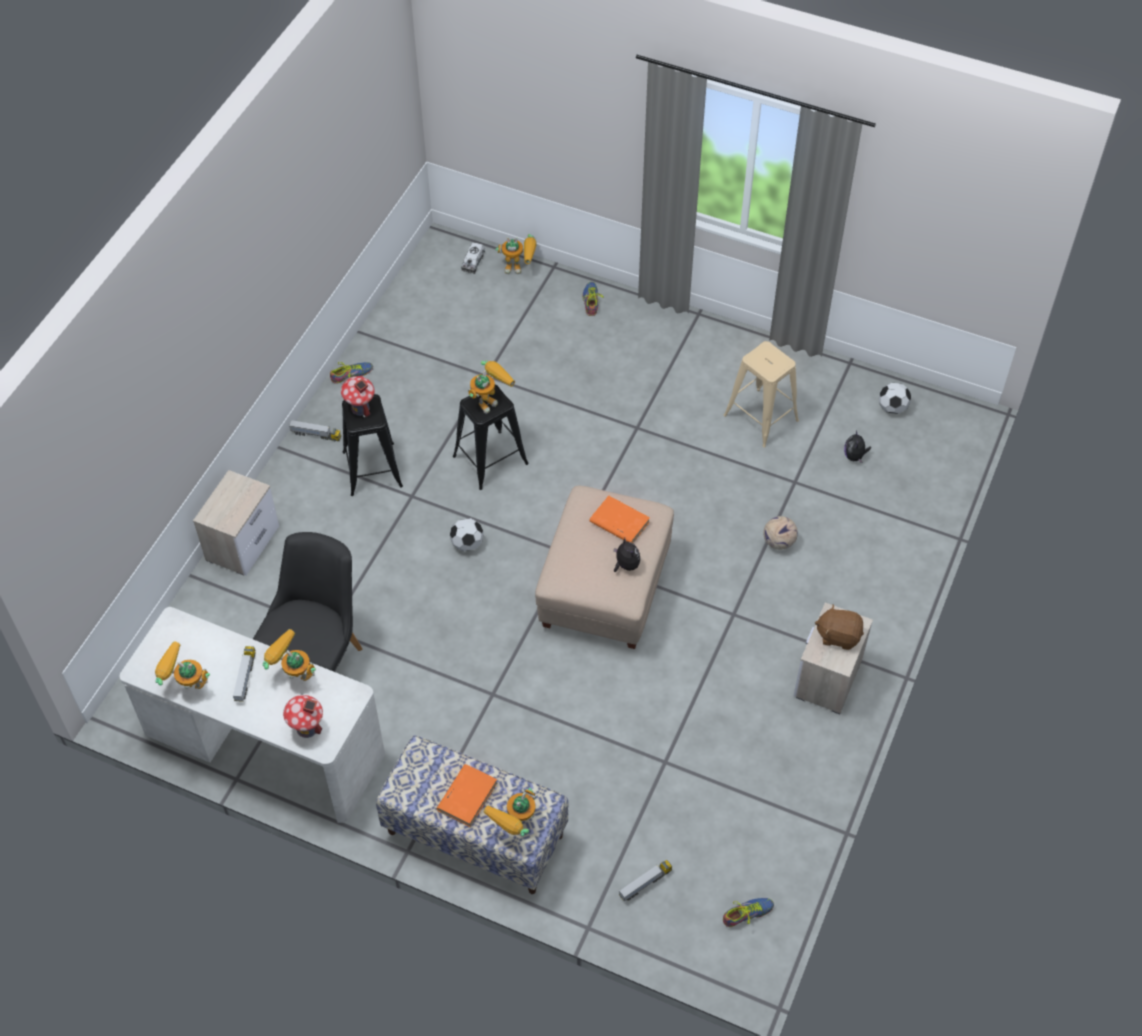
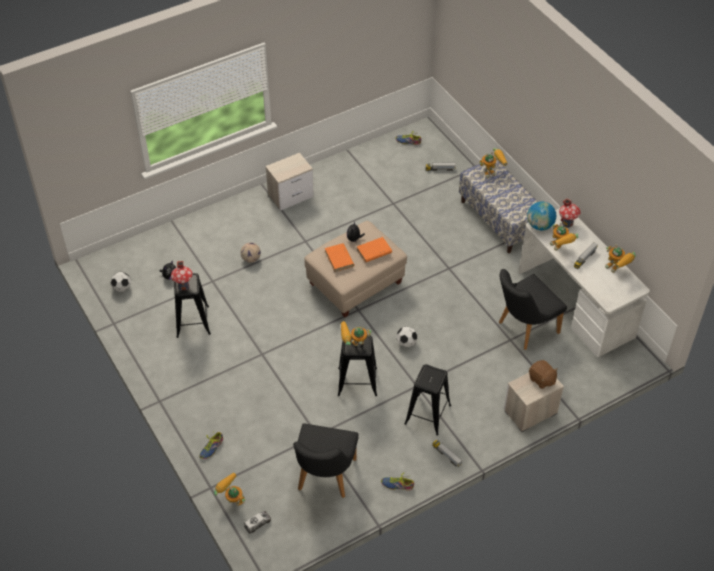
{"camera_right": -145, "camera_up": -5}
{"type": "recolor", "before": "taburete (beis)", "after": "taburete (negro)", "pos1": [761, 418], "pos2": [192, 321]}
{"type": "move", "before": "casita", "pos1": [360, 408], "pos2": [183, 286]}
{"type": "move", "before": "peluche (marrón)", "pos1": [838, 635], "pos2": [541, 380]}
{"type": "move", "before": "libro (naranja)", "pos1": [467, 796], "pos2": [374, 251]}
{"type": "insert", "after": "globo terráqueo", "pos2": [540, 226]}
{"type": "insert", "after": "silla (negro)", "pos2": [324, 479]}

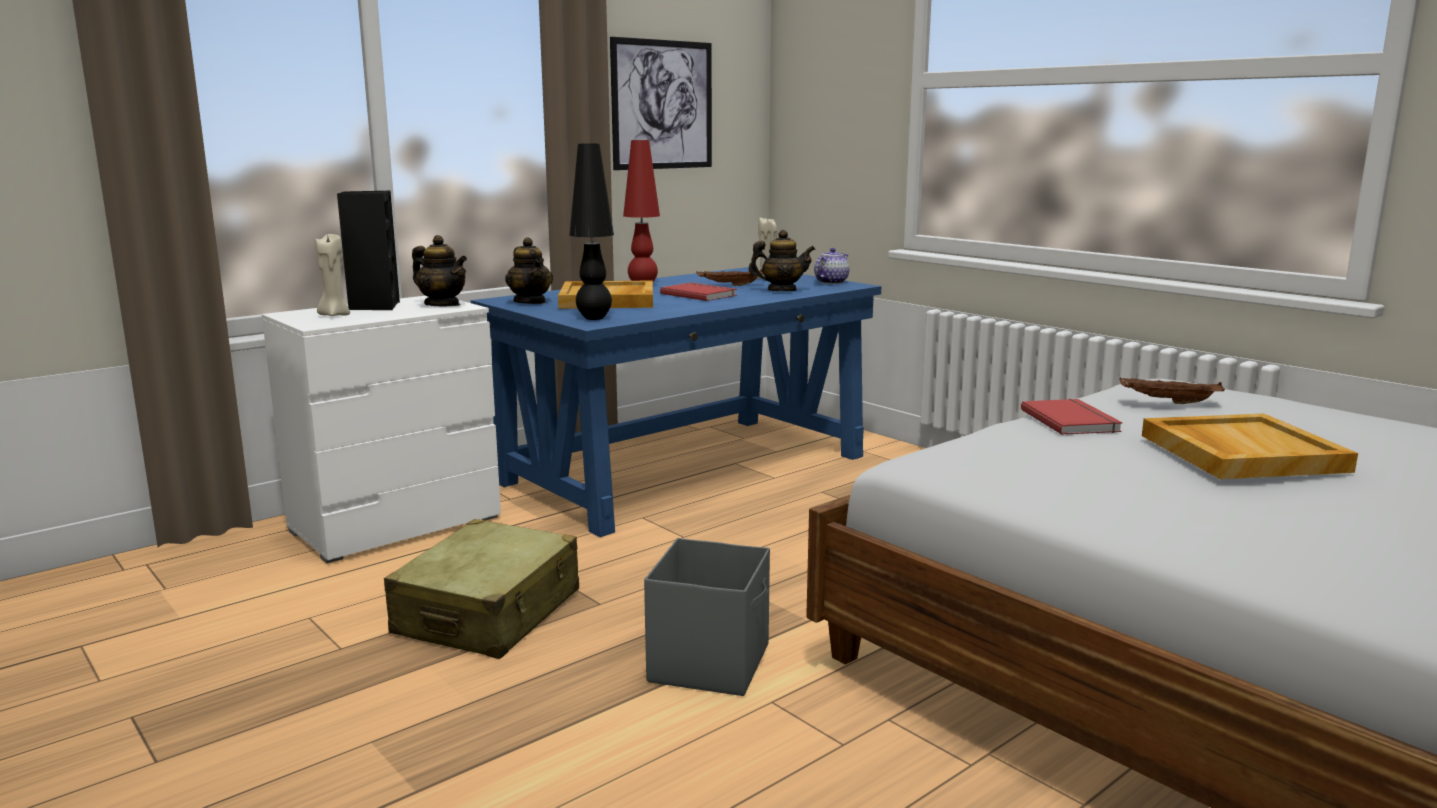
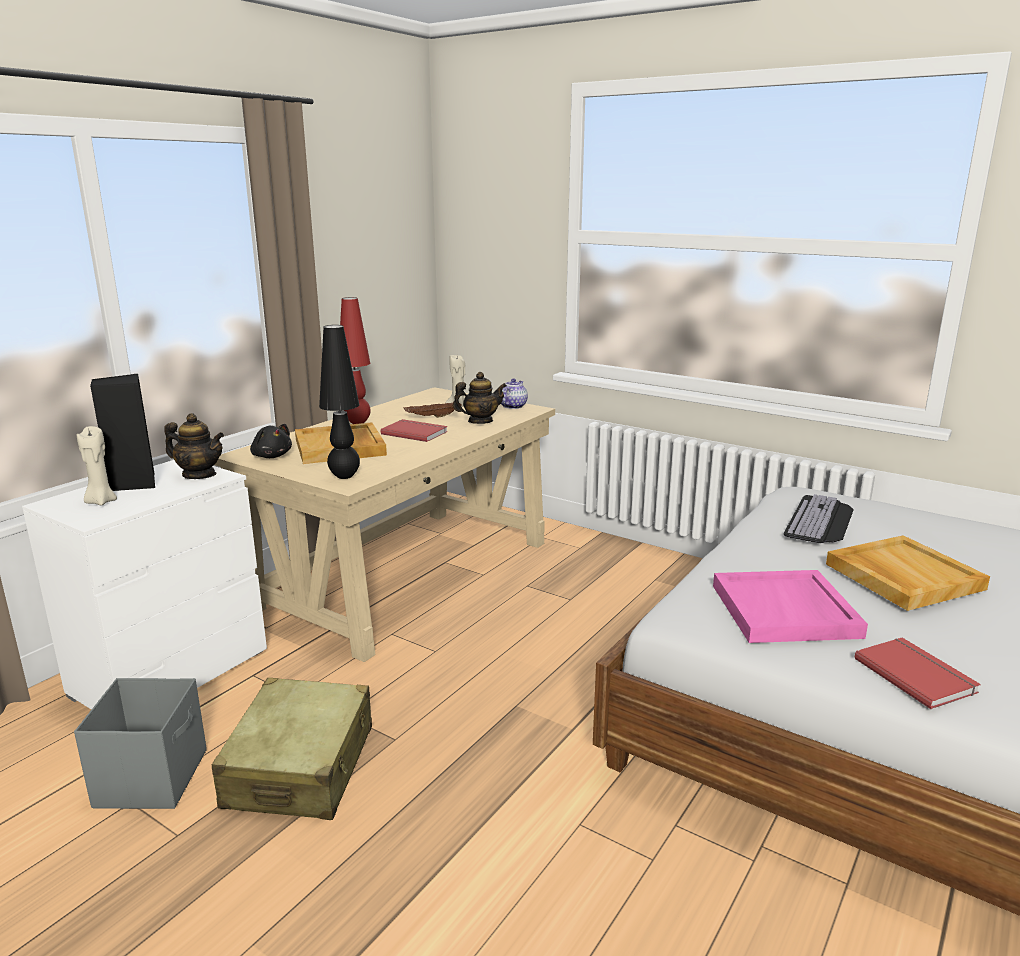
{"camera_right": -15, "camera_up": 5}
{"type": "delete", "before": "cuadro", "pos1": [662, 105]}
{"type": "replace", "before": "tetera", "after": "peluche (negro)", "pos1": [530, 302], "pos2": [271, 456]}
{"type": "recolor", "before": "escritorio (azul)", "after": "escritorio (beis)", "pos1": [685, 469], "pos2": [406, 574]}
{"type": "replace", "before": "bandeja (marrón)", "after": "teclado", "pos1": [1168, 402], "pos2": [821, 521]}
{"type": "move", "before": "libro (rojo)", "pos1": [1072, 420], "pos2": [916, 674]}
{"type": "move", "before": "caja de almacenaje (gris)", "pos1": [711, 663], "pos2": [153, 777]}
{"type": "insert", "after": "bandeja (rosa)", "pos2": [786, 611]}

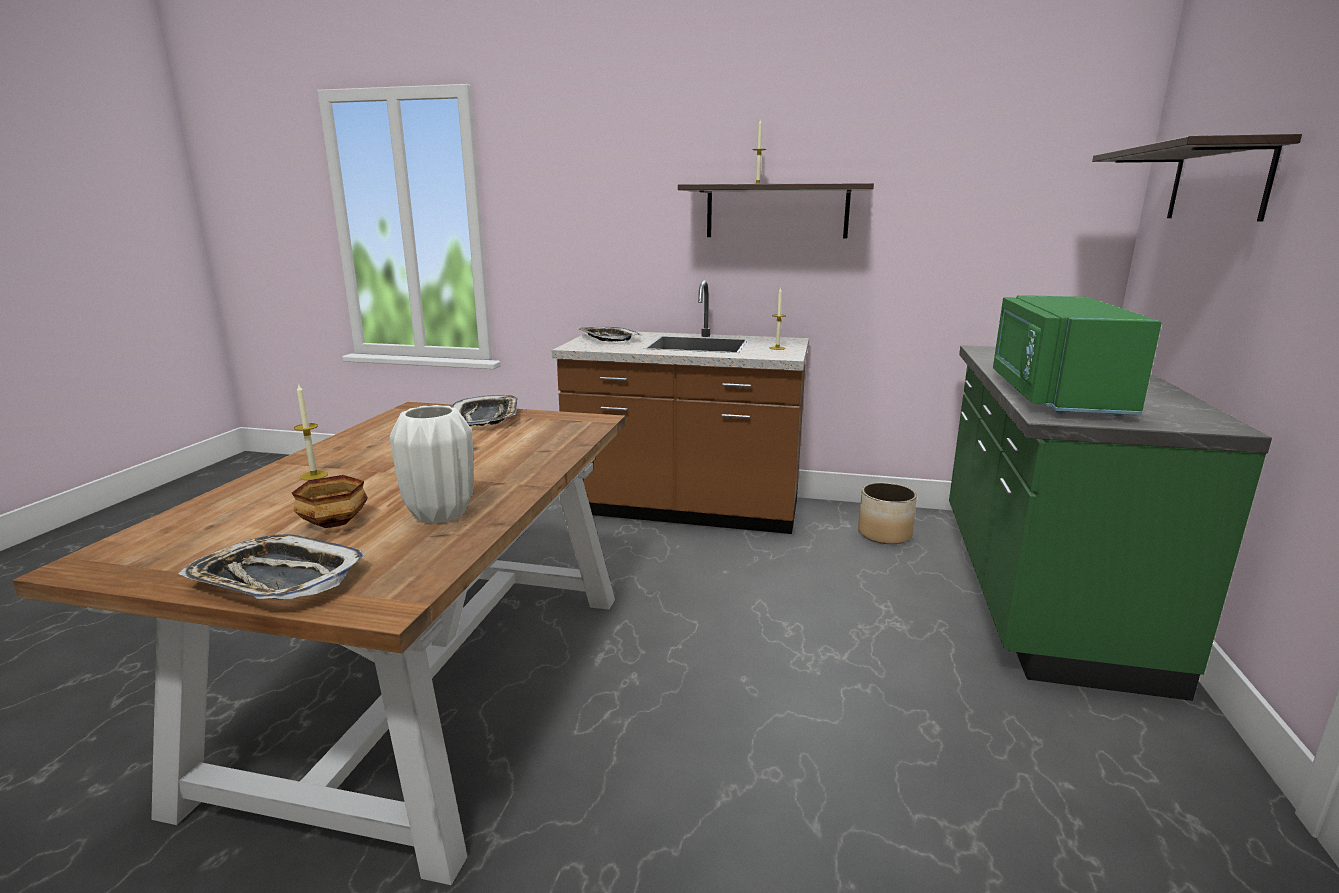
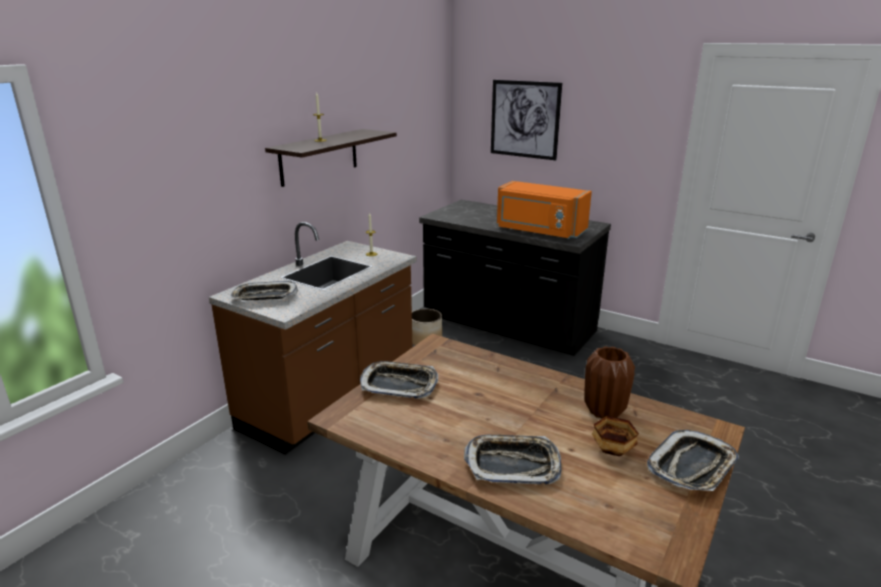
{"camera_right": -70, "camera_up": 5}
{"type": "replace", "before": "estante", "after": "cuadro", "pos1": [1218, 183], "pos2": [524, 119]}
{"type": "recolor", "before": "microondas (verde)", "after": "microondas (naranja)", "pos1": [1053, 395], "pos2": [539, 231]}
{"type": "recolor", "before": "mueble bajo de cocina (verde)", "after": "mueble bajo de cocina (negro)", "pos1": [1038, 590], "pos2": [508, 325]}
{"type": "replace", "before": "vela", "after": "bandeja", "pos1": [314, 475], "pos2": [513, 464]}
{"type": "recolor", "before": "florero (blanco)", "after": "florero (marrón)", "pos1": [440, 514], "pos2": [603, 411]}

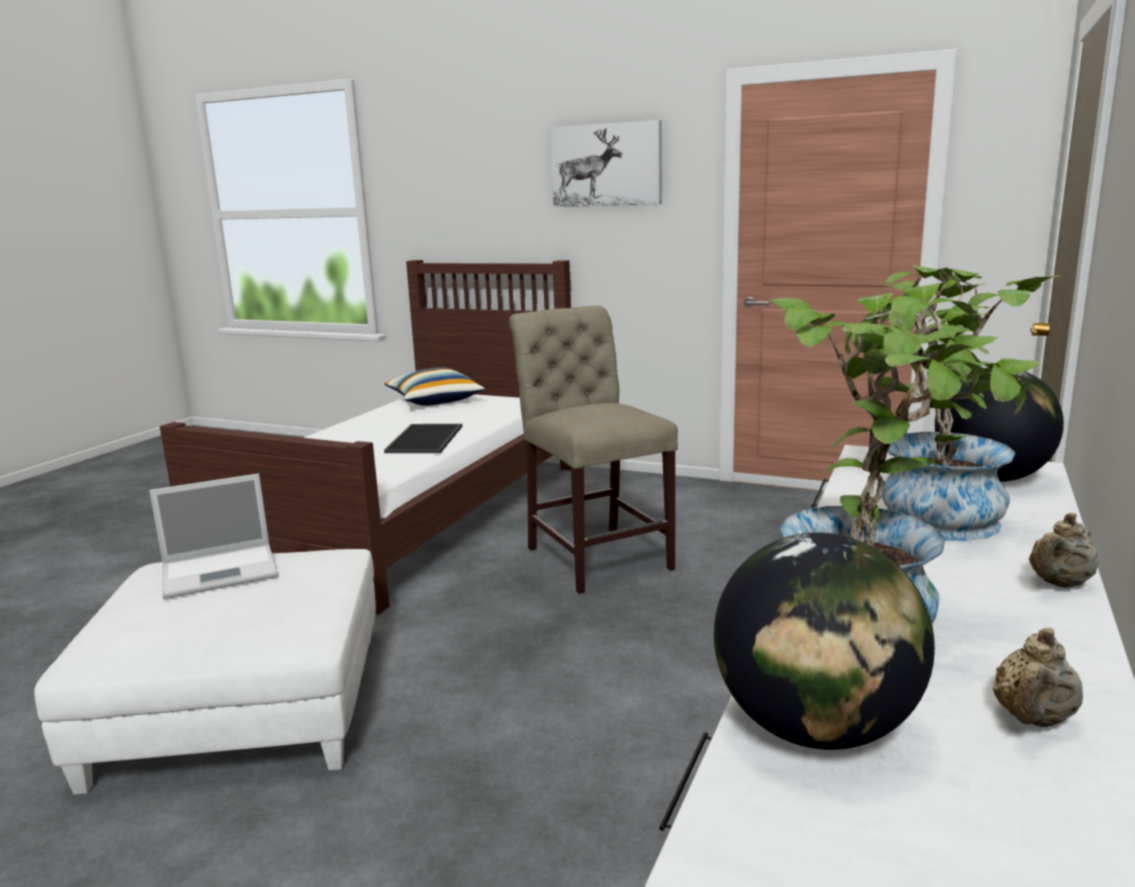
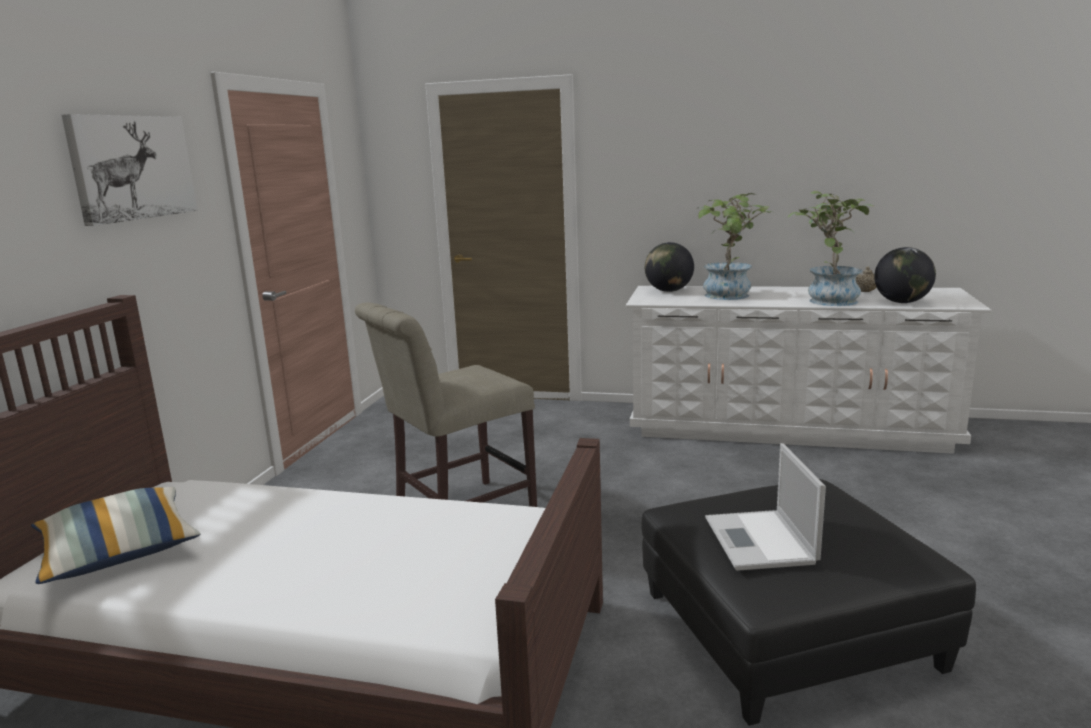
{"camera_right": -100, "camera_up": 0}
{"type": "delete", "before": "bandeja", "pos1": [426, 439]}
{"type": "rotate", "before": "portátil", "pos1": [222, 571], "pos2": [761, 541], "turn": -150}
{"type": "delete", "before": "tetera (beis)", "pos1": [1059, 584]}
{"type": "recolor", "before": "puf (blanco)", "after": "puf (negro)", "pos1": [241, 707], "pos2": [789, 629]}

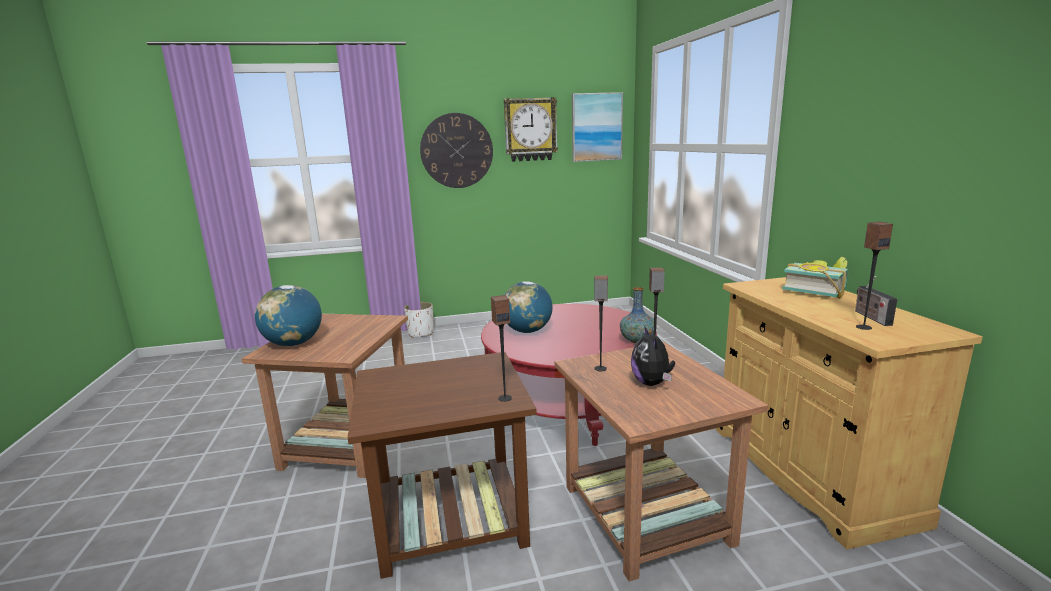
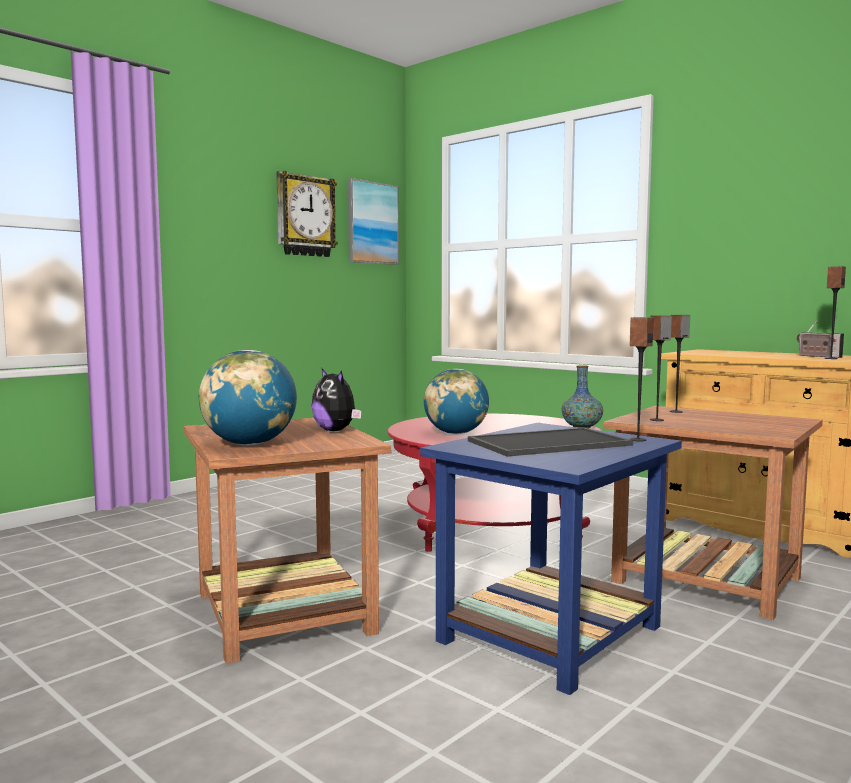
{"camera_right": -35, "camera_up": -10}
{"type": "delete", "before": "reloj de pared", "pos1": [456, 151]}
{"type": "delete", "before": "libro", "pos1": [815, 290]}
{"type": "delete", "before": "maceta (blanco)", "pos1": [421, 333]}
{"type": "move", "before": "peluche", "pos1": [652, 383], "pos2": [336, 430]}
{"type": "recolor", "before": "mesa auxiliar (marrón)", "after": "mesa auxiliar (azul)", "pos1": [448, 520], "pos2": [548, 634]}
{"type": "insert", "after": "bandeja", "pos2": [548, 443]}

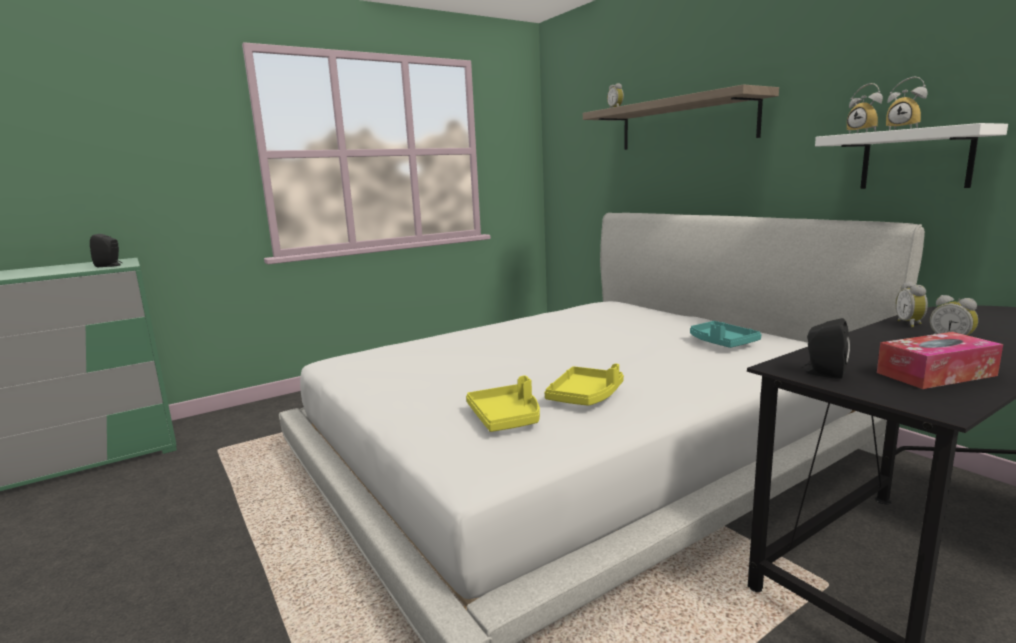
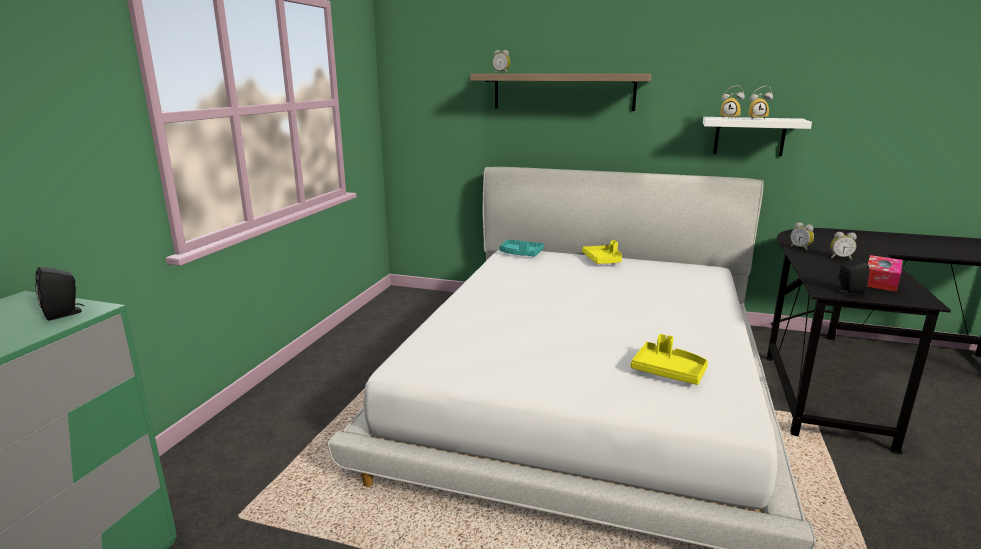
{"camera_right": -40, "camera_up": 5}
{"type": "move", "before": "bandeja (turquesa)", "pos1": [721, 343], "pos2": [521, 254]}
{"type": "move", "before": "bandeja (amarillo)", "pos1": [585, 396], "pos2": [603, 260]}

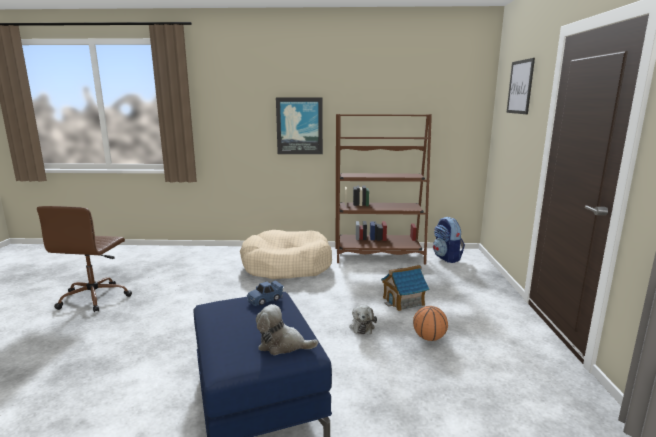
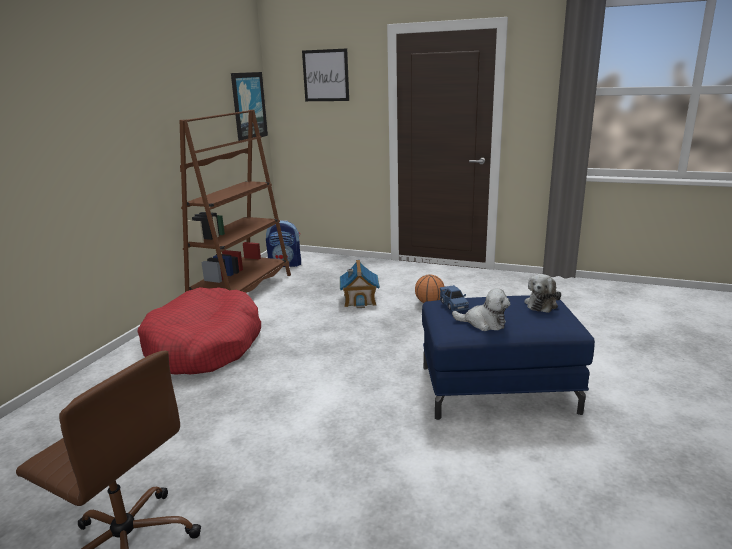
{"camera_right": -70, "camera_up": 5}
{"type": "move", "before": "cuadro", "pos1": [299, 126], "pos2": [248, 106]}
{"type": "recolor", "before": "cama para perro (beis)", "after": "cama para perro (rojo)", "pos1": [286, 266], "pos2": [204, 346]}
{"type": "move", "before": "peluche", "pos1": [362, 326], "pos2": [483, 323]}

